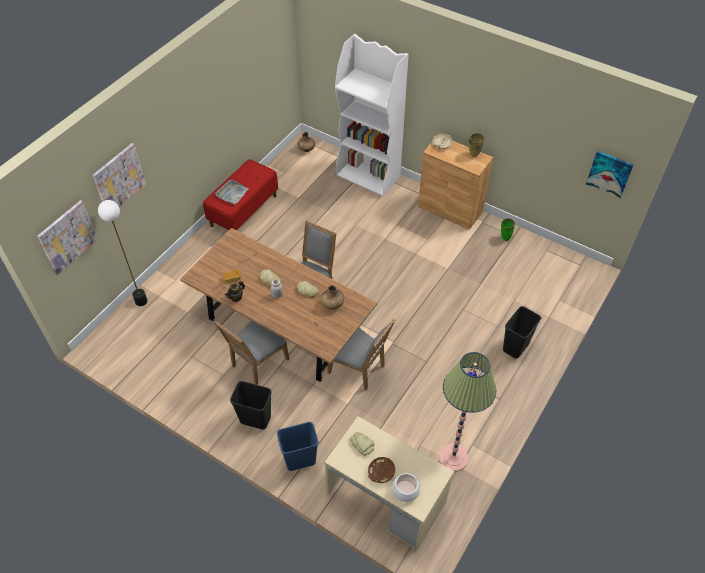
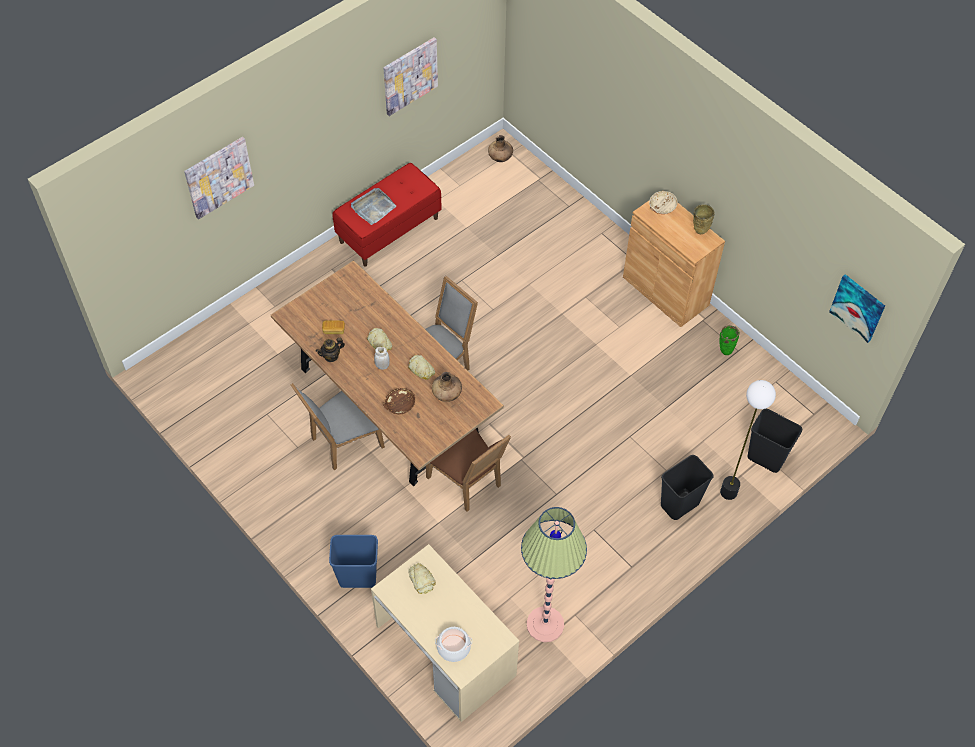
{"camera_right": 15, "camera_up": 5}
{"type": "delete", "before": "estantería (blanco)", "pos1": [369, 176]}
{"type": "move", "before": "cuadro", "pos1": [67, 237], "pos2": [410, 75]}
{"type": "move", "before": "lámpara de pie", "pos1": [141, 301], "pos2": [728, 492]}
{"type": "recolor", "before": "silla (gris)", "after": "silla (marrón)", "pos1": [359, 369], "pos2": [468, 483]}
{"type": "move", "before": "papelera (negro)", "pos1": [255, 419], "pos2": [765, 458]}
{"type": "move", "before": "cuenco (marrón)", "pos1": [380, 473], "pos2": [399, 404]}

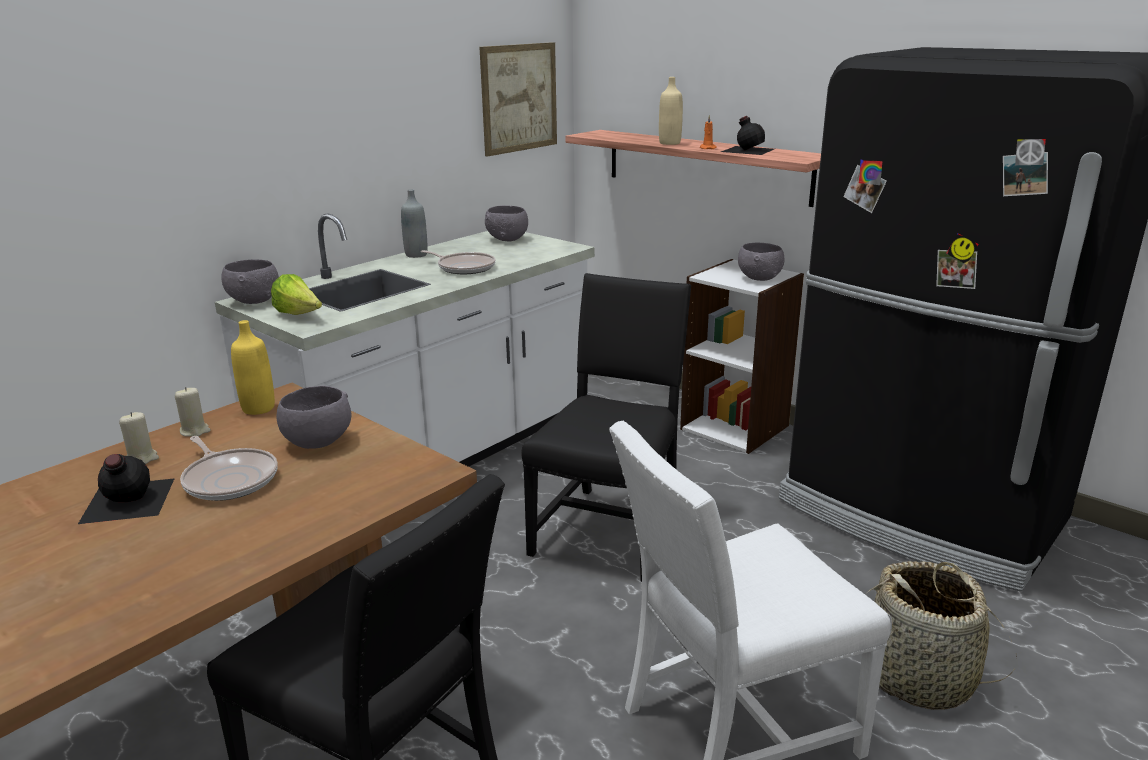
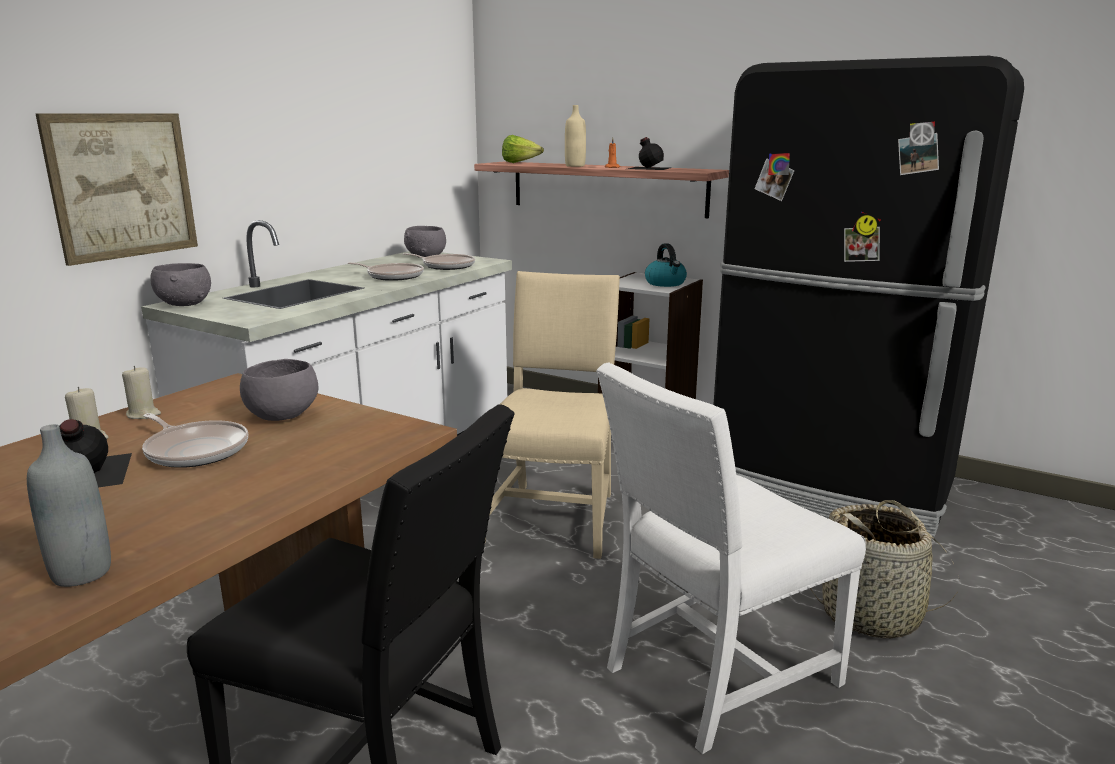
{"camera_right": -10, "camera_up": -5}
{"type": "move", "before": "cuadro", "pos1": [519, 98], "pos2": [123, 186]}
{"type": "move", "before": "botella (gris)", "pos1": [416, 254], "pos2": [82, 573]}
{"type": "replace", "before": "cuenco (gris)", "after": "hervidor", "pos1": [759, 278], "pos2": [665, 283]}
{"type": "recolor", "before": "silla (negro)", "after": "silla (beis)", "pos1": [611, 528], "pos2": [553, 516]}
{"type": "move", "before": "lechuga", "pos1": [299, 315], "pos2": [520, 163]}
{"type": "delete", "before": "botella (amarillo)", "pos1": [258, 408]}
{"type": "insert", "after": "sartén", "pos2": [446, 266]}

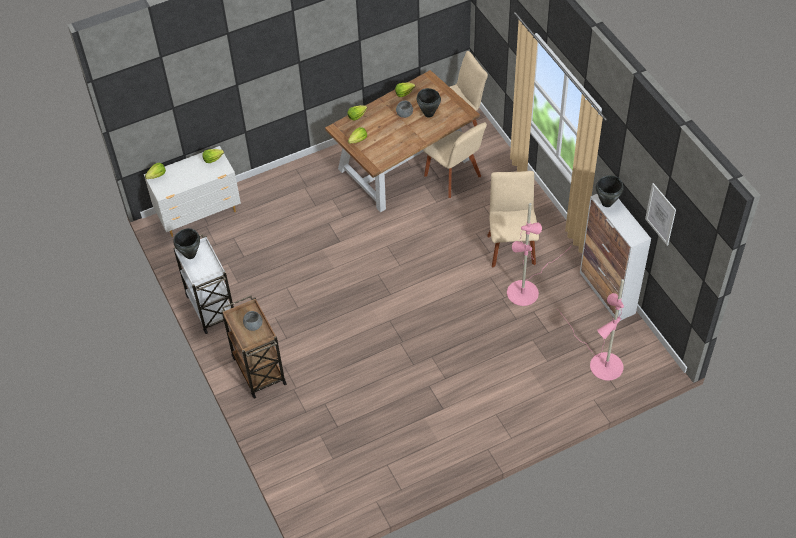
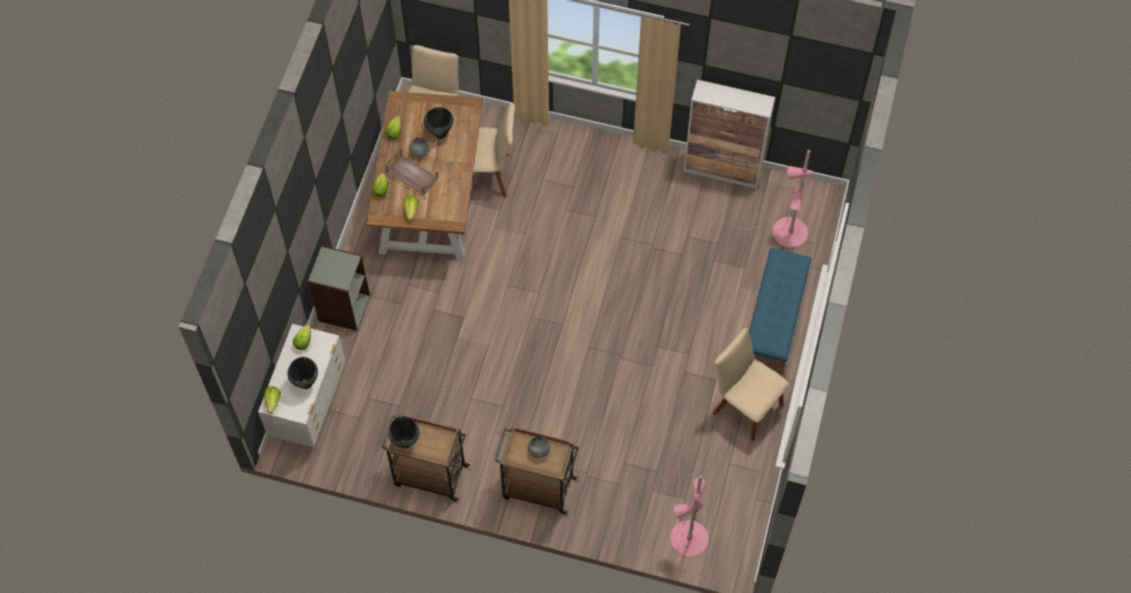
{"camera_right": -50, "camera_up": 10}
{"type": "move", "before": "silla (beis)", "pos1": [511, 247], "pos2": [745, 406]}
{"type": "move", "before": "olla (negro)", "pos1": [606, 203], "pos2": [305, 383]}
{"type": "delete", "before": "cuadro", "pos1": [660, 214]}
{"type": "move", "before": "lámpara de pie (rosa)", "pos1": [527, 288], "pos2": [687, 530]}
{"type": "recolor", "before": "carrito (blanco)", "after": "carrito (marrón)", "pos1": [211, 307], "pos2": [429, 475]}
{"type": "insert", "after": "bandeja (marrón)", "pos2": [411, 175]}
{"type": "insert", "after": "estantería (gris)", "pos2": [343, 307]}
{"type": "insert", "after": "banco (azul)", "pos2": [775, 321]}

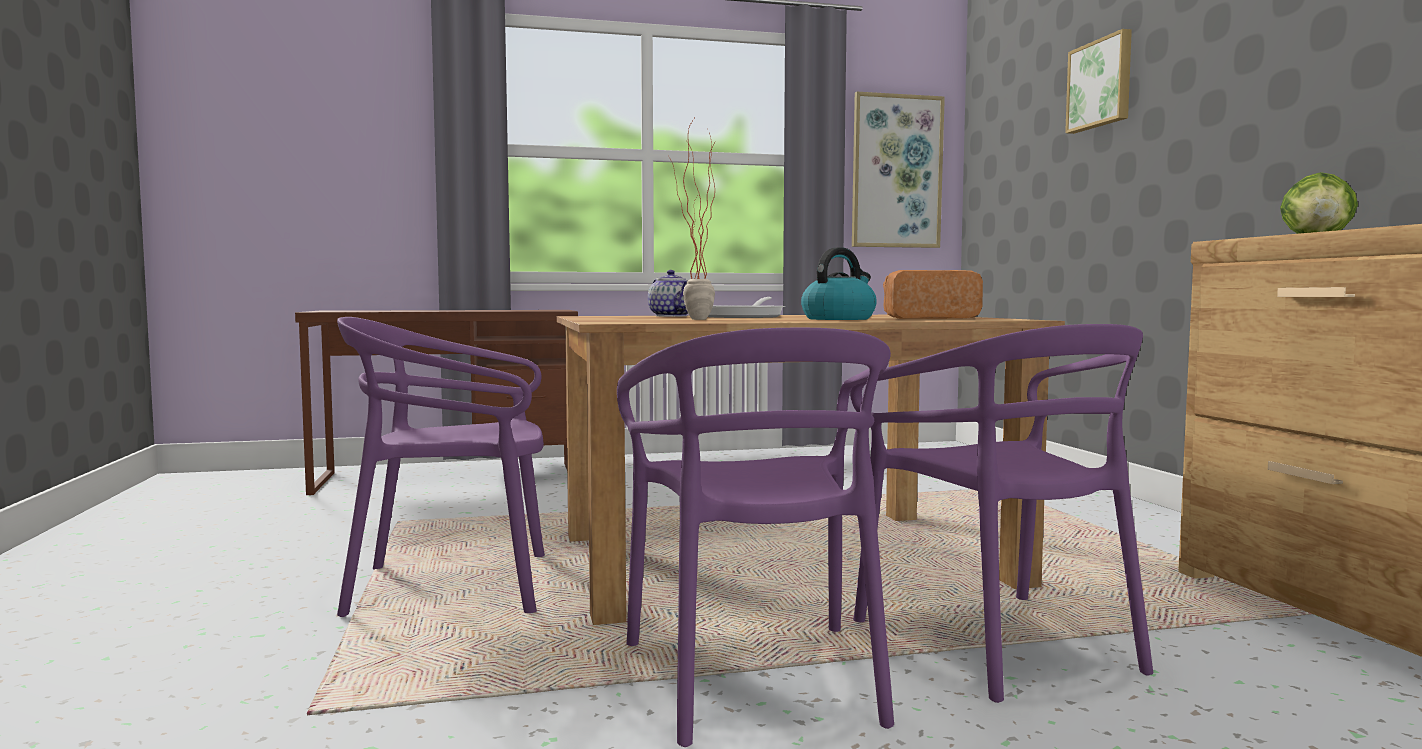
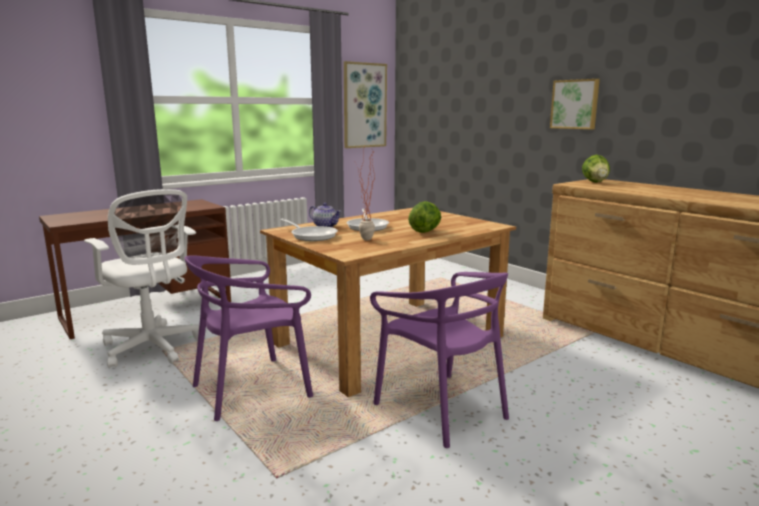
{"camera_right": -25, "camera_up": 10}
{"type": "move", "before": "cuadro", "pos1": [1101, 84], "pos2": [575, 104]}
{"type": "replace", "before": "hervidor", "after": "lechuga", "pos1": [839, 319], "pos2": [425, 231]}
{"type": "delete", "before": "pan", "pos1": [928, 318]}
{"type": "delete", "before": "silla (morado)", "pos1": [997, 643]}
{"type": "insert", "after": "silla de oficina (blanco)", "pos2": [153, 348]}
{"type": "insert", "after": "sartén", "pos2": [311, 235]}

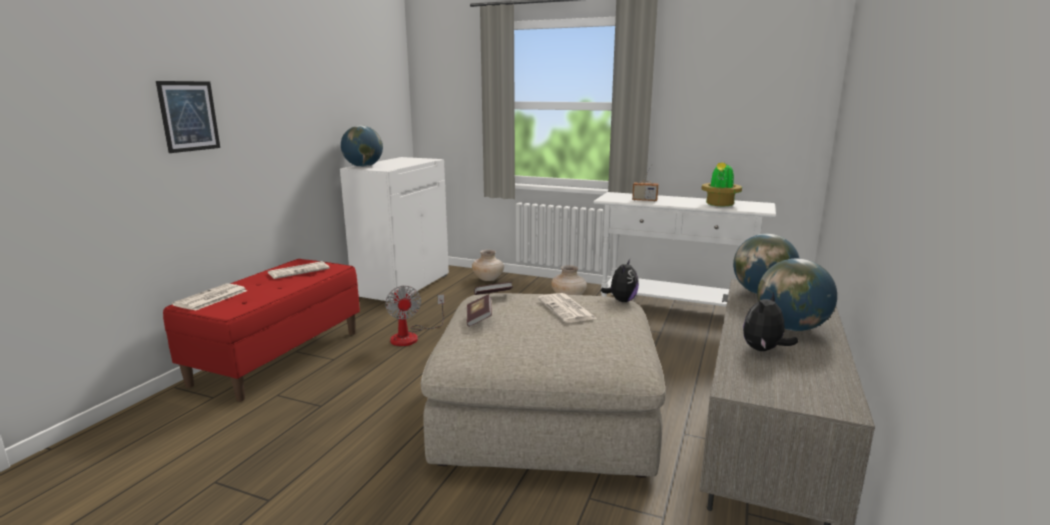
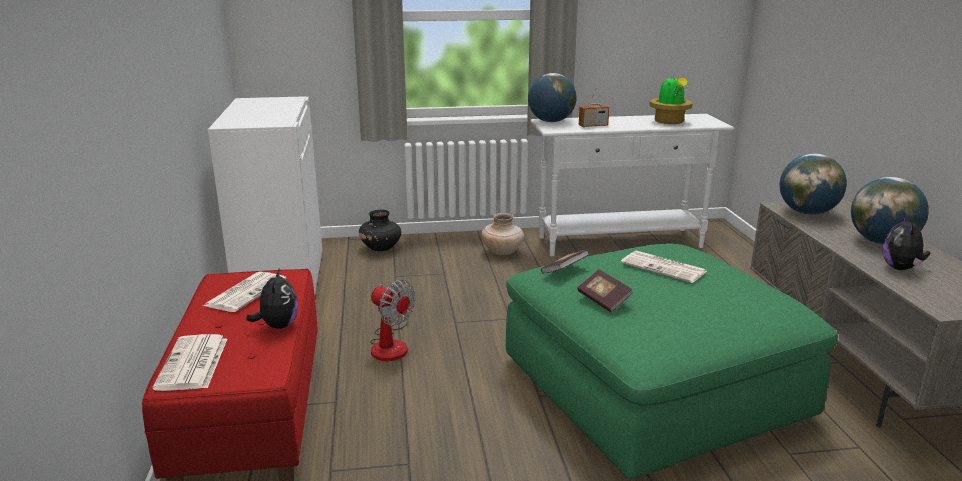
{"camera_right": -30, "camera_up": 5}
{"type": "delete", "before": "cuadro", "pos1": [189, 116]}
{"type": "move", "before": "globo terráqueo", "pos1": [363, 166], "pos2": [551, 121]}
{"type": "recolor", "before": "florero (beis)", "after": "florero (negro)", "pos1": [488, 279], "pos2": [381, 248]}
{"type": "move", "before": "peluche", "pos1": [621, 300], "pos2": [278, 326]}
{"type": "recolor", "before": "puf (beis)", "after": "puf (verde)", "pos1": [546, 414], "pos2": [652, 388]}

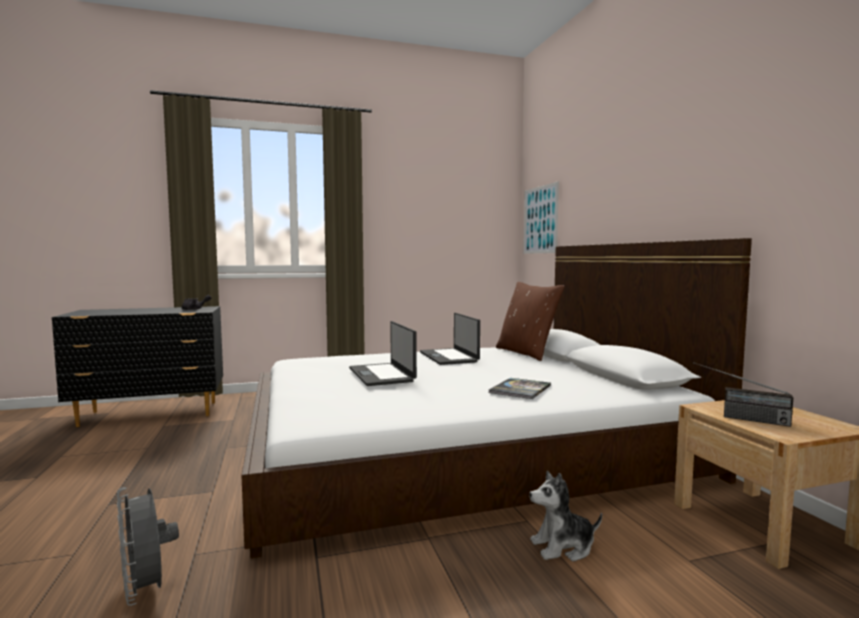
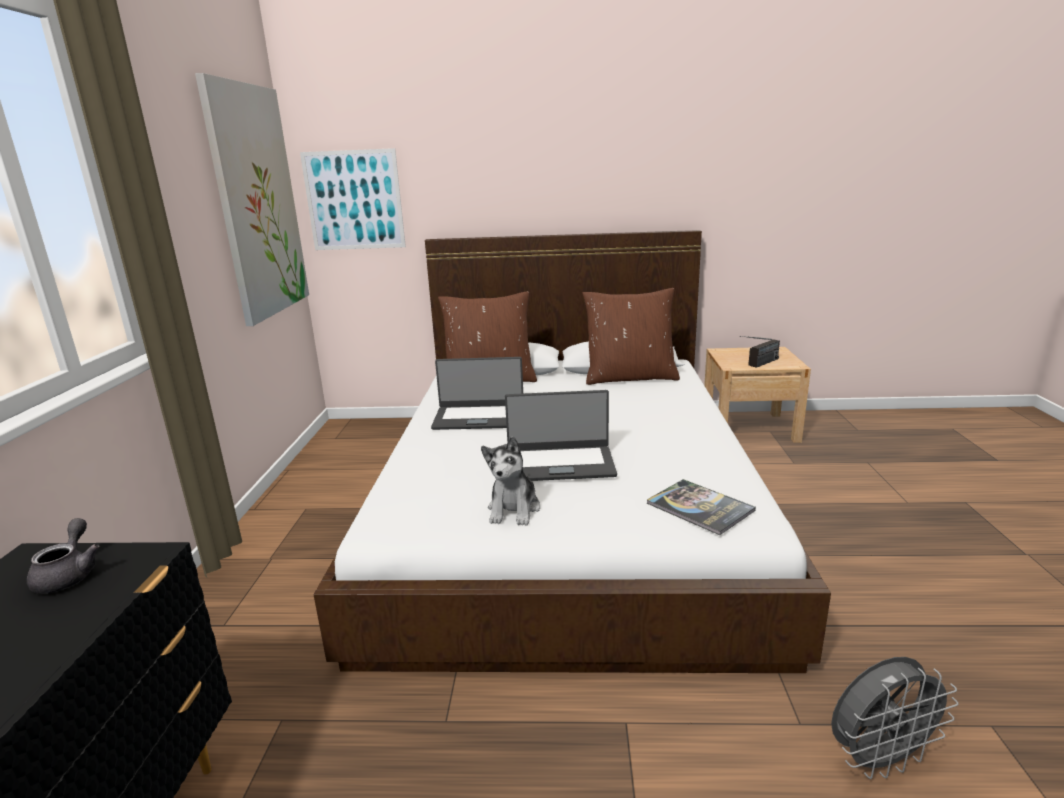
{"camera_right": -70, "camera_up": 15}
{"type": "move", "before": "libro", "pos1": [520, 389], "pos2": [700, 507]}
{"type": "move", "before": "peluche", "pos1": [563, 547], "pos2": [514, 509]}
{"type": "insert", "after": "cuadro", "pos2": [258, 202]}
{"type": "insert", "after": "cojín (marrón)", "pos2": [630, 377]}

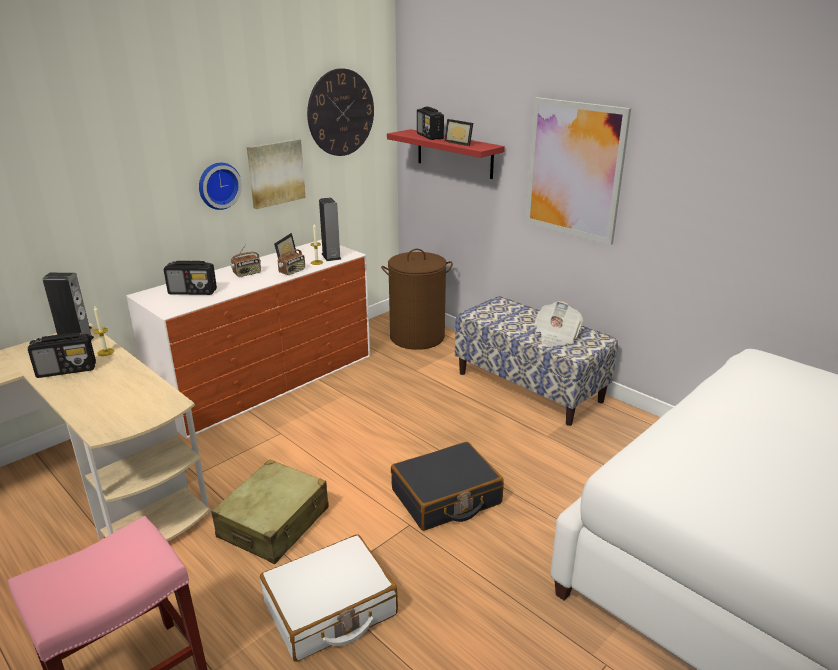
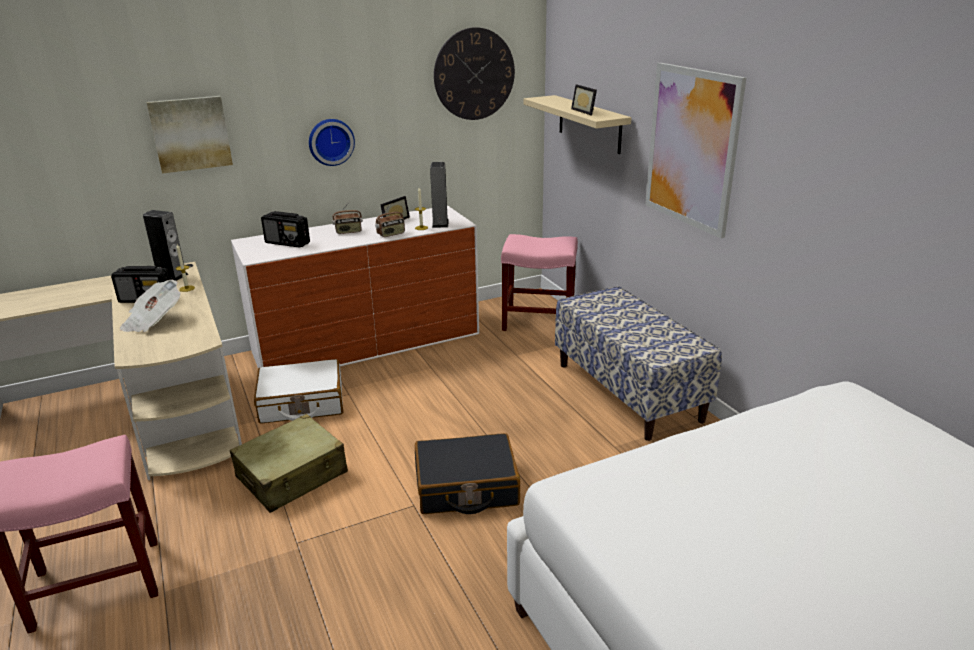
{"camera_right": 20, "camera_up": 0}
{"type": "delete", "before": "radio", "pos1": [430, 136]}
{"type": "recolor", "before": "estante (rojo)", "after": "estante (beis)", "pos1": [454, 154], "pos2": [589, 124]}
{"type": "move", "before": "cuadro", "pos1": [275, 173], "pos2": [190, 134]}
{"type": "replace", "before": "cesto de la ropa (marrón)", "after": "taburete (rosa)", "pos1": [417, 337], "pos2": [539, 321]}
{"type": "move", "before": "periódico", "pos1": [555, 337], "pos2": [153, 321]}
{"type": "move", "before": "maleta (blanco)", "pos1": [330, 609], "pos2": [301, 403]}

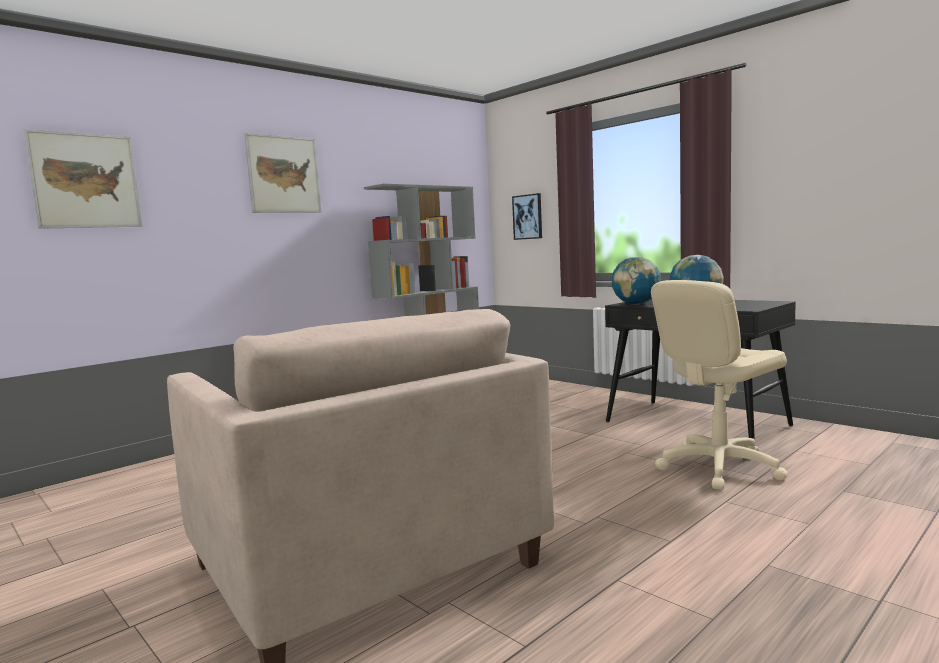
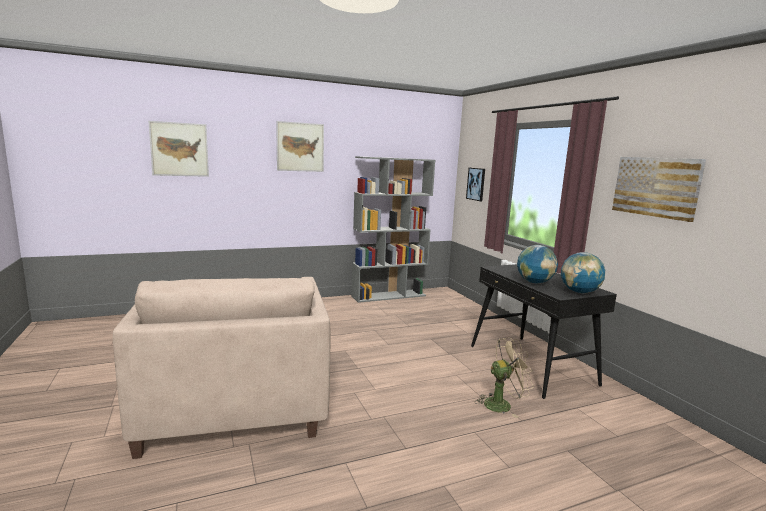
{"camera_right": 20, "camera_up": 5}
{"type": "move", "before": "globo terráqueo", "pos1": [636, 304], "pos2": [579, 292]}
{"type": "replace", "before": "silla de oficina (beis)", "after": "ventilador (beis)", "pos1": [718, 467], "pos2": [502, 404]}
{"type": "insert", "after": "cuadro", "pos2": [656, 187]}

